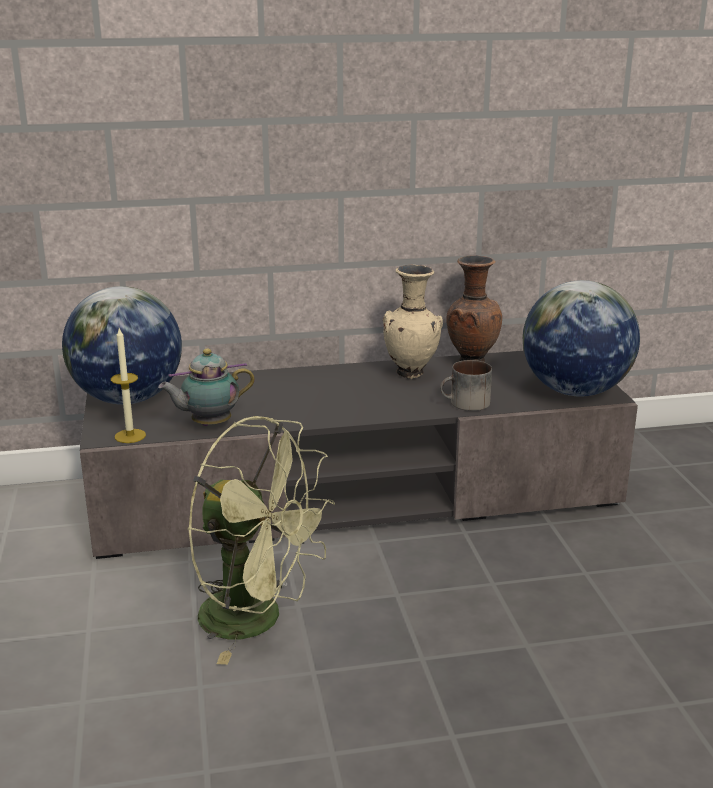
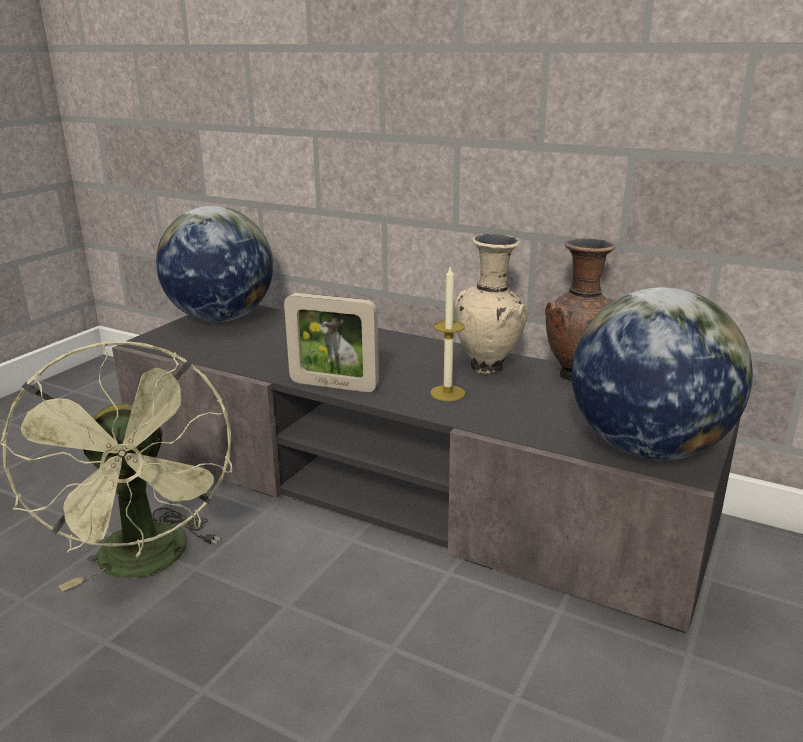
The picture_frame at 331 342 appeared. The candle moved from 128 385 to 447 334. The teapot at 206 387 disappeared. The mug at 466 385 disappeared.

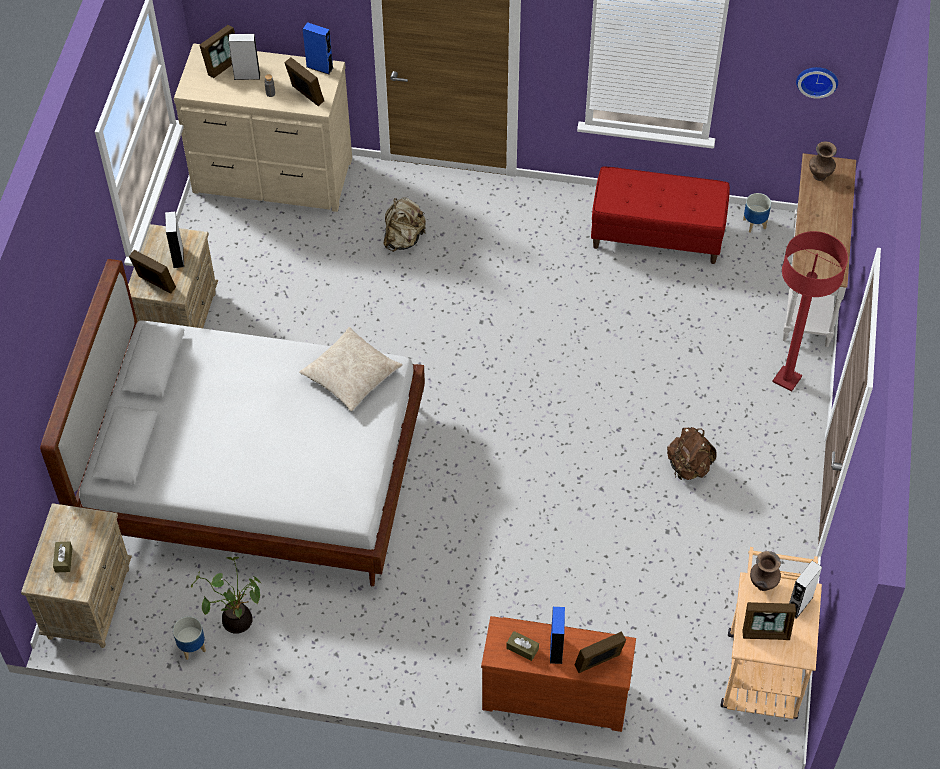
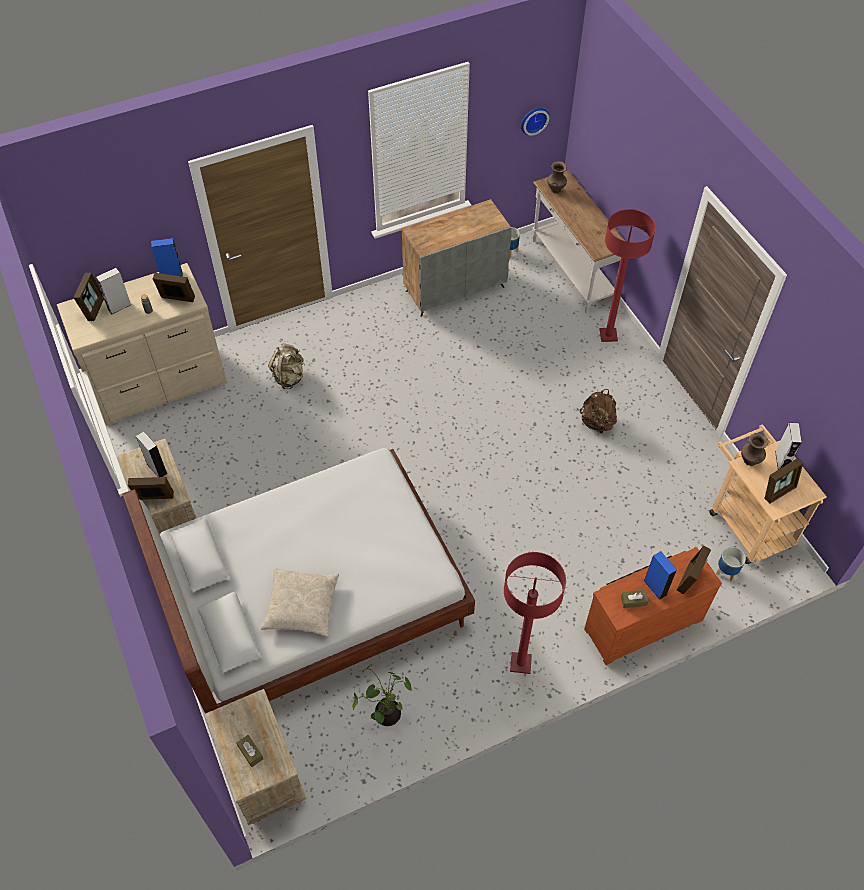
The beige_pillow moved from 351 369 to 300 602. The red_bench at 660 215 was replaced by the grey_cabinet at 457 258. The red_floor_lamp at 535 613 appeared. The planter moved from 189 638 to 731 564.

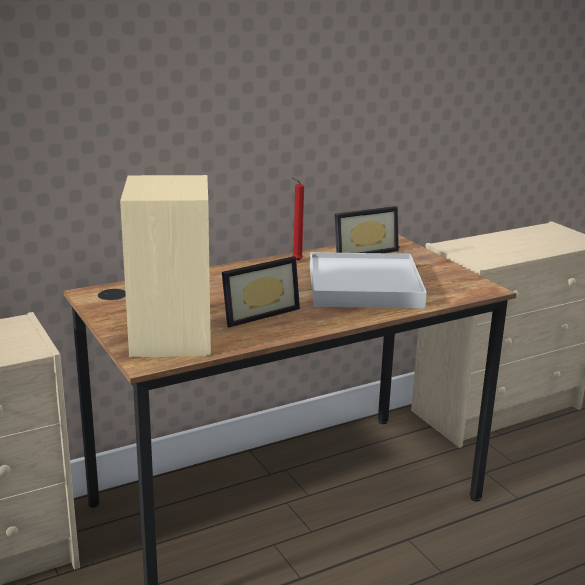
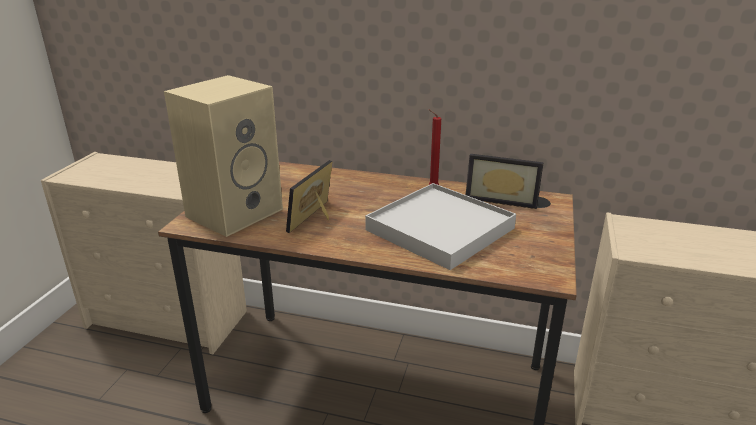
The picture_frame at 261 291 turned 105 degrees clockwise.

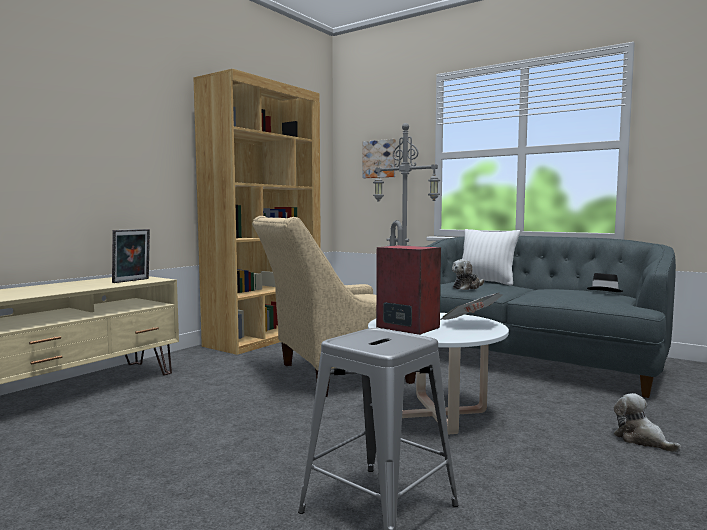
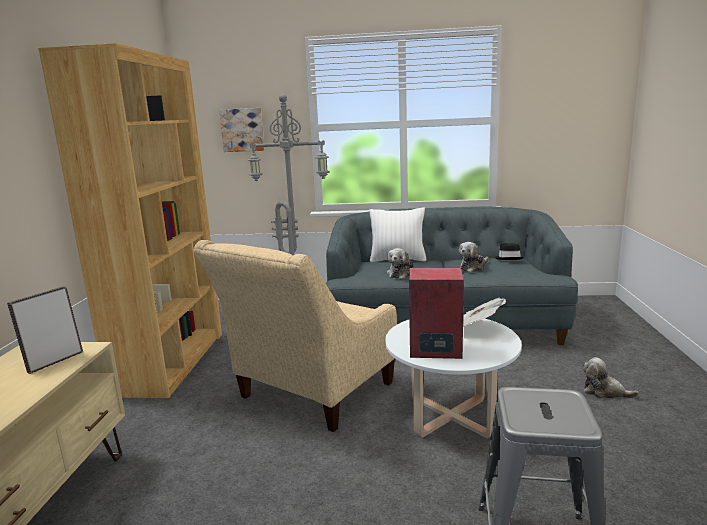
The picture_frame at 131 256 turned 150 degrees counterclockwise. The plush_toy at 474 257 appeared.

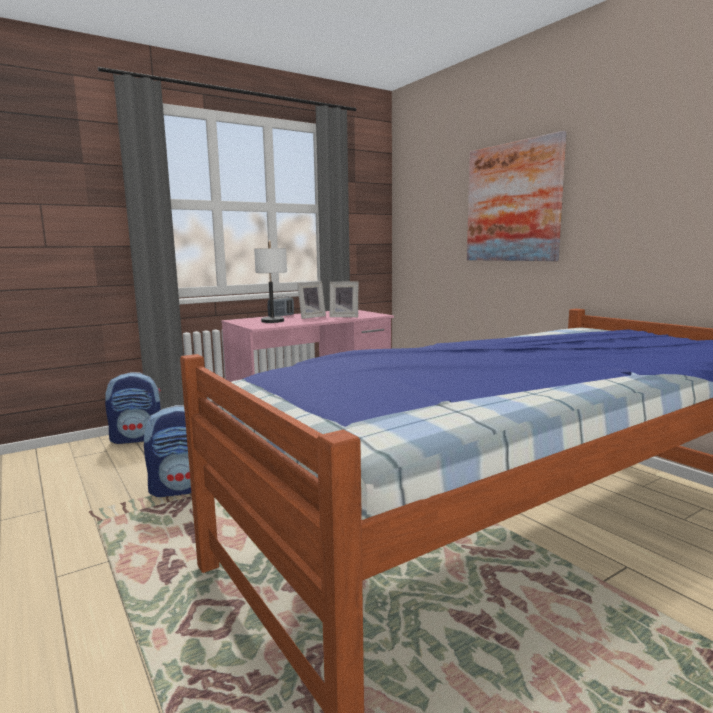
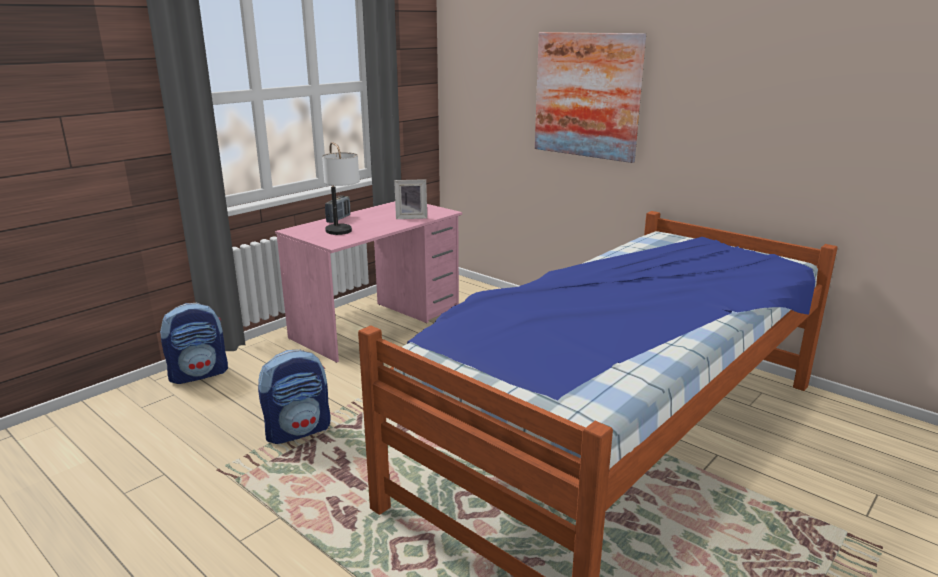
The picture_frame at 311 300 disappeared.

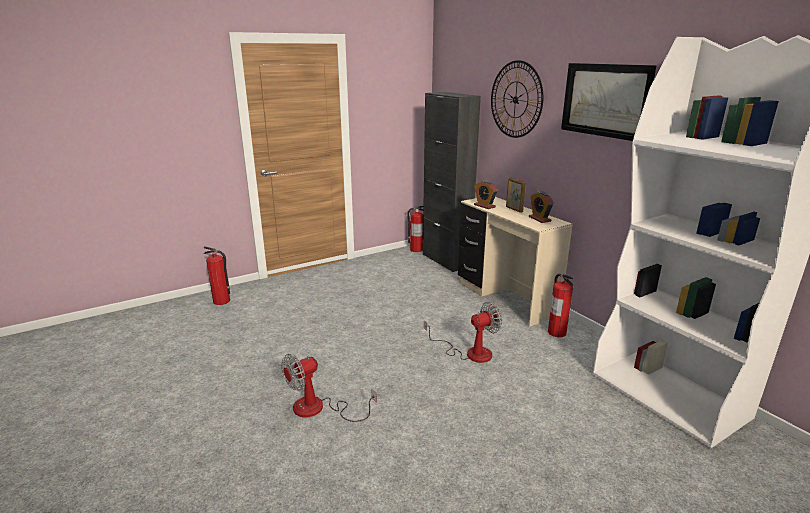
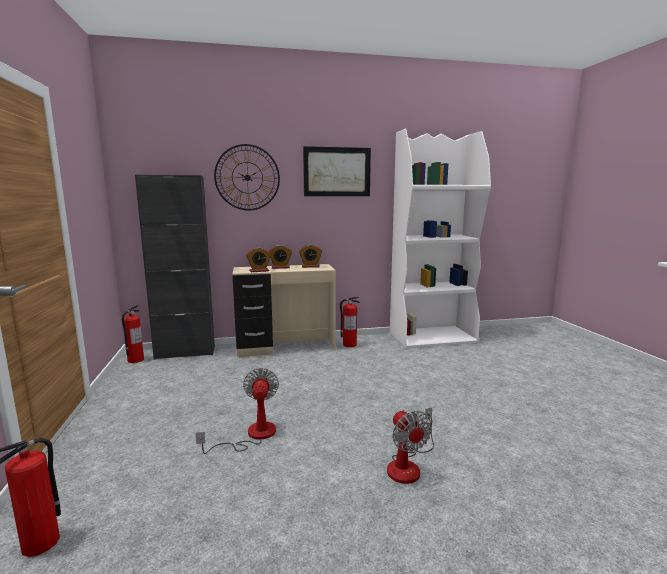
The fan moved from 463 332 to 237 411. The picture_frame at 516 195 was replaced by the alarm_clock at 280 257.

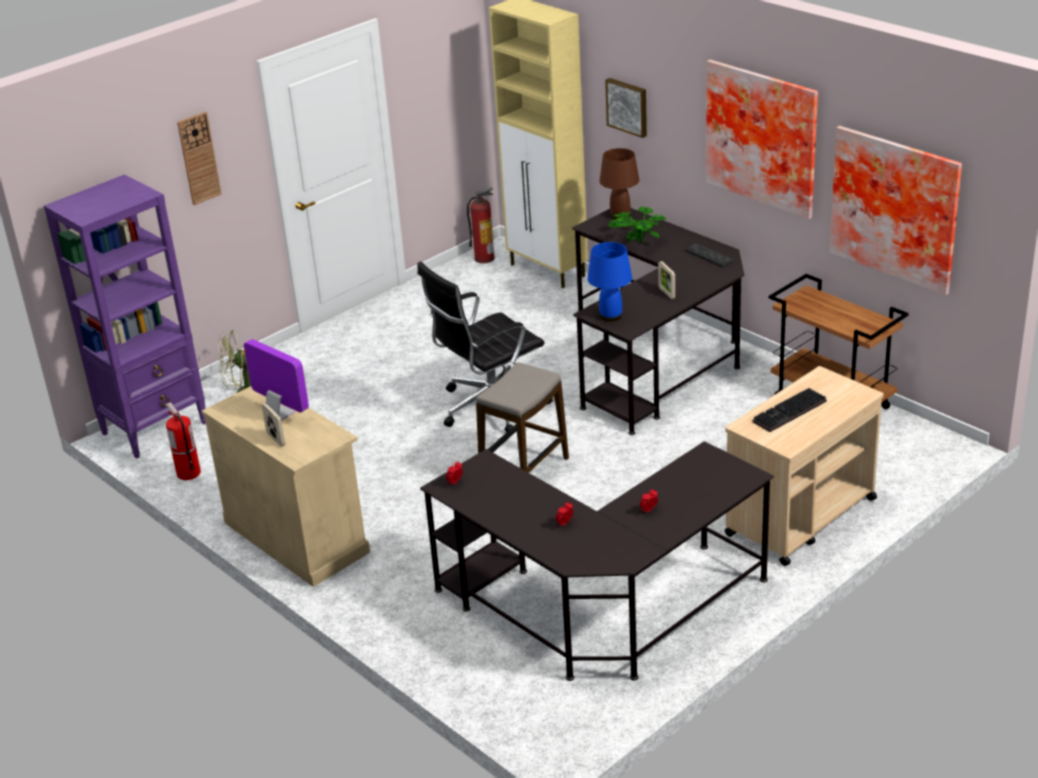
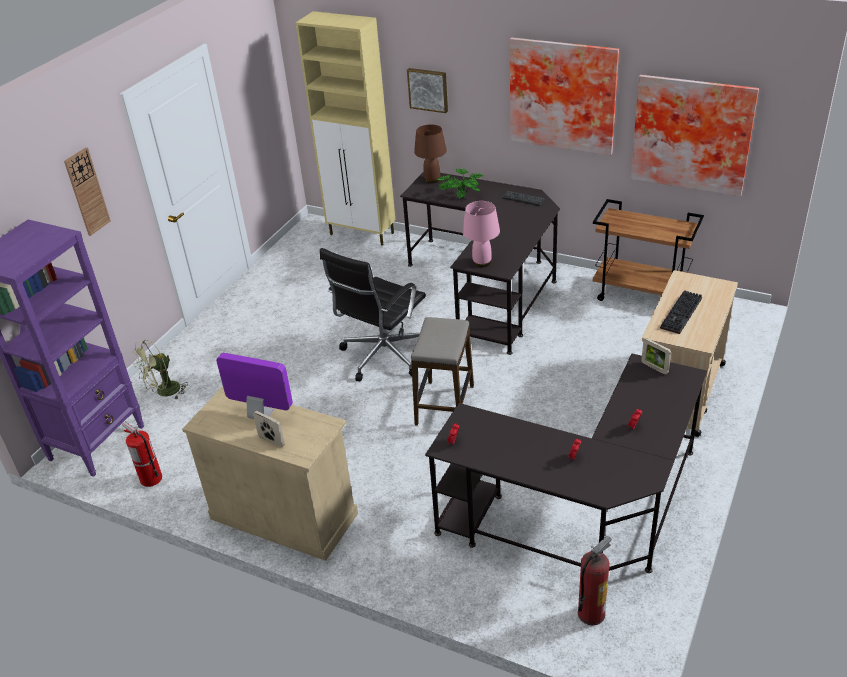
The blue_table_lamp at 609 282 became the pink_table_lamp at 481 234. The fire_extinguisher moved from 481 225 to 595 580. The picture_frame moved from 666 280 to 656 356.

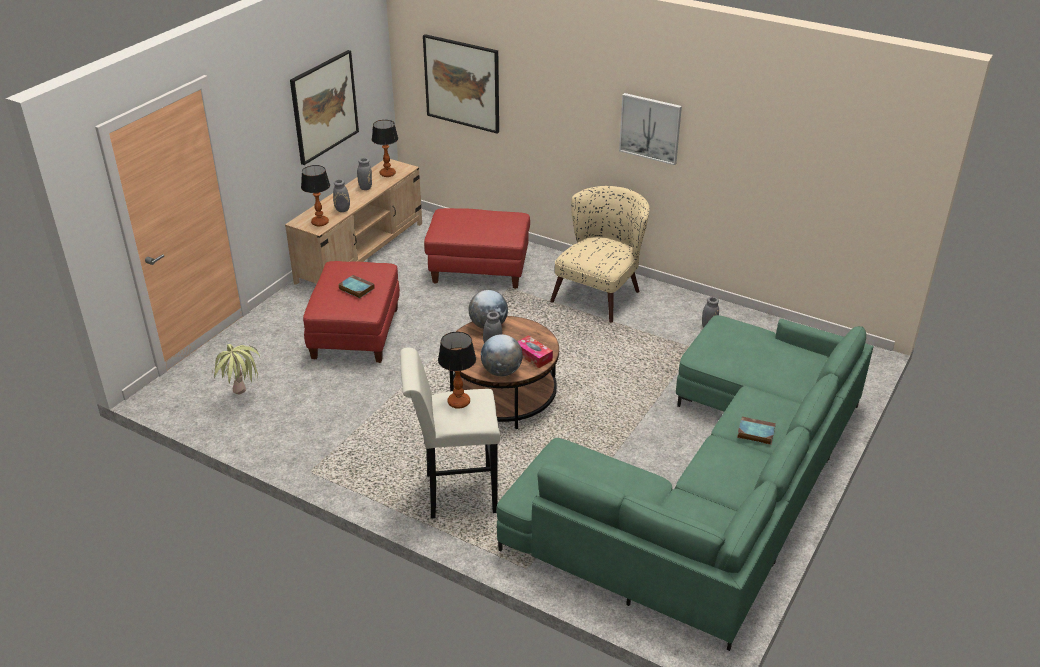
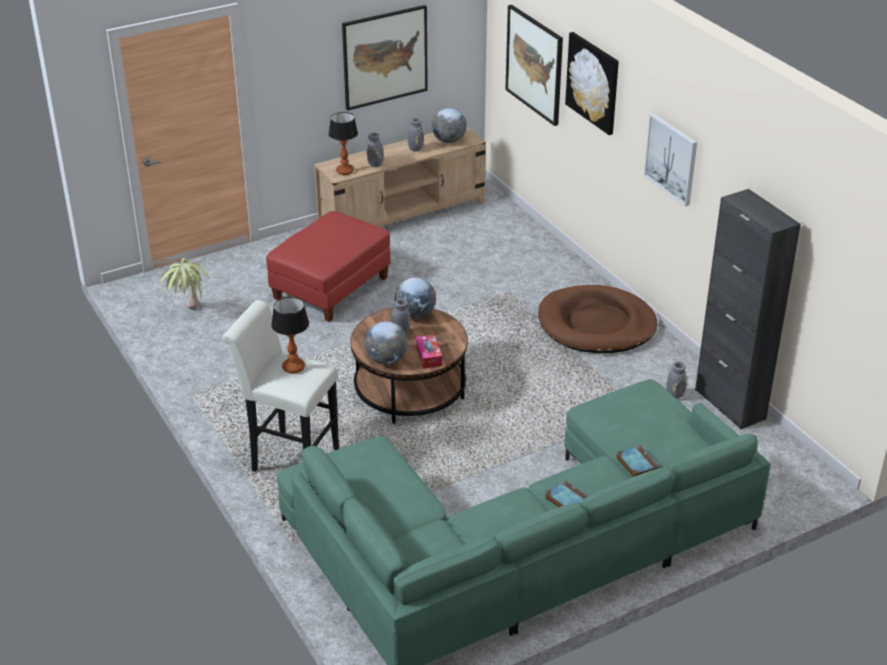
The table_lamp at 385 148 was replaced by the globe at 449 125. The beige_armchair at 600 254 was replaced by the brown_dog_bed at 597 319. The picture at 592 83 appeared. The book moved from 357 286 to 638 461. The black_cabinet at 748 309 appeared. The red_ottoman at 477 248 disappeared.

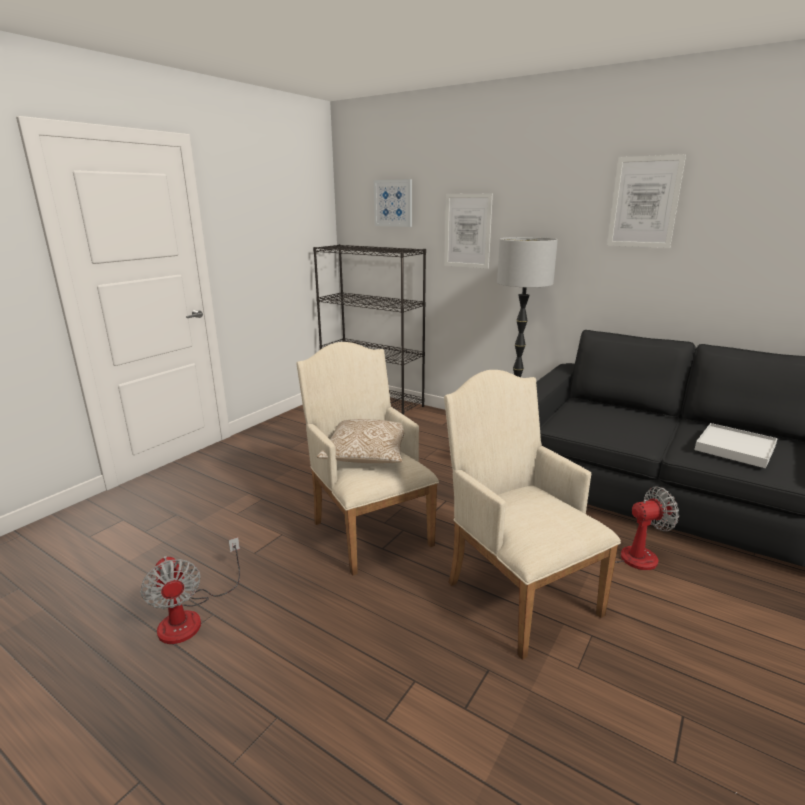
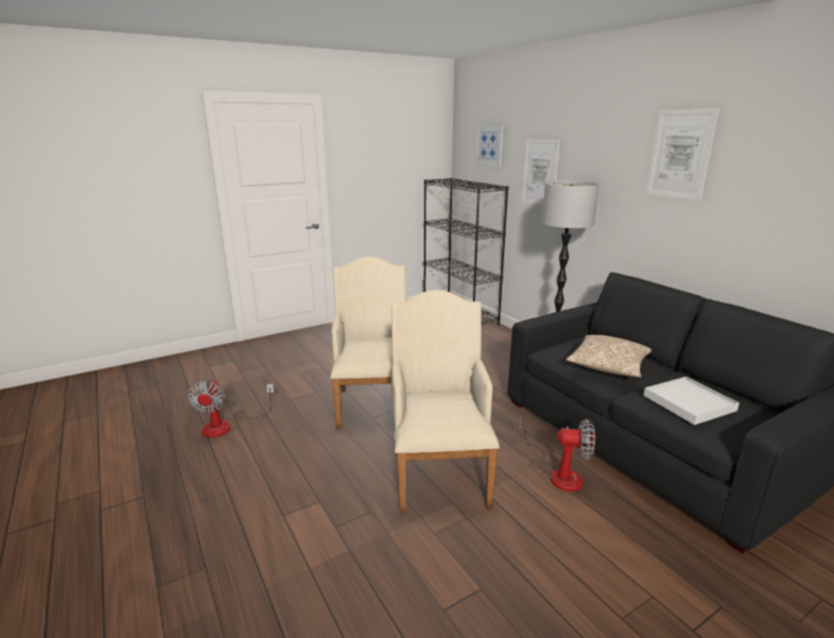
The pillow moved from 360 441 to 609 356.

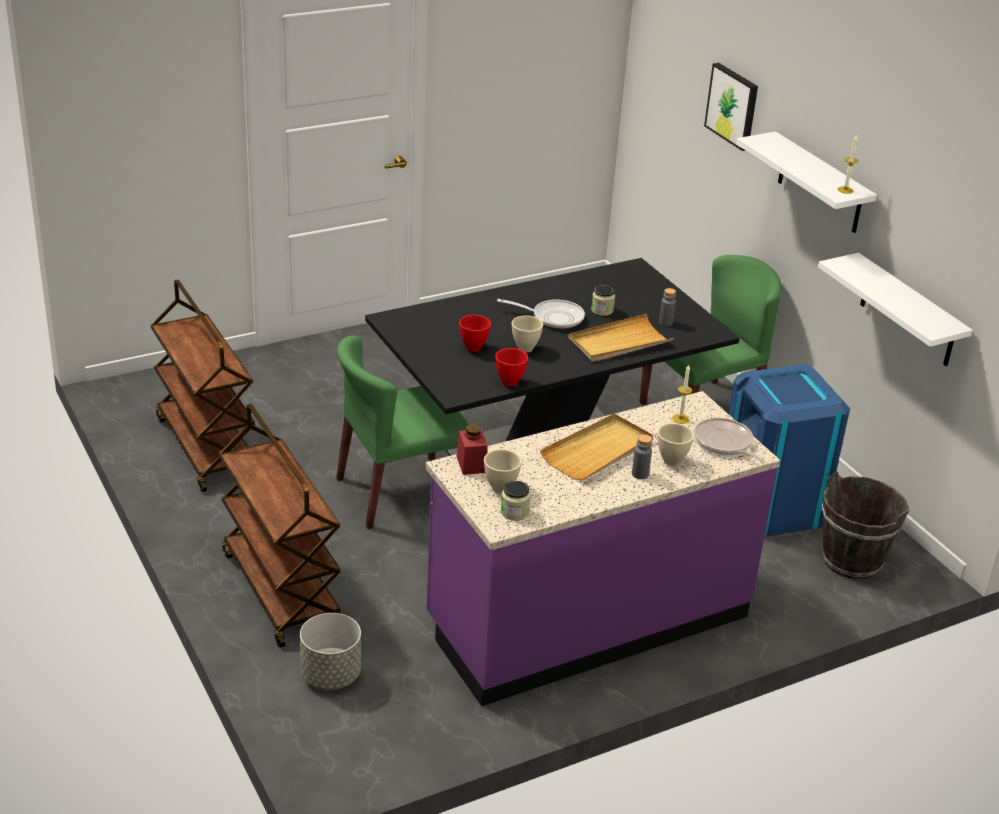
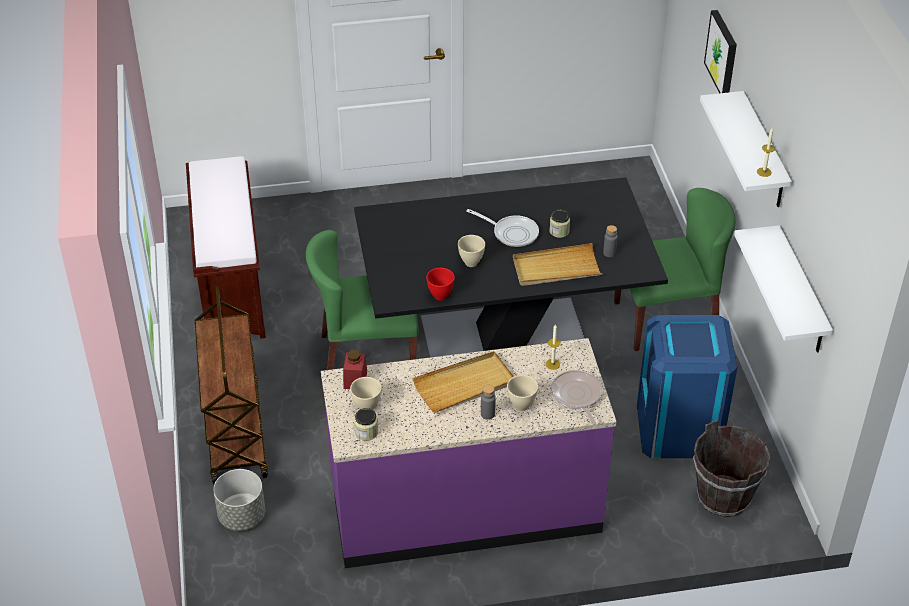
The brown_cart at 202 386 was replaced by the brown_bench at 226 247. The red_bowl at 475 333 disappeared.

